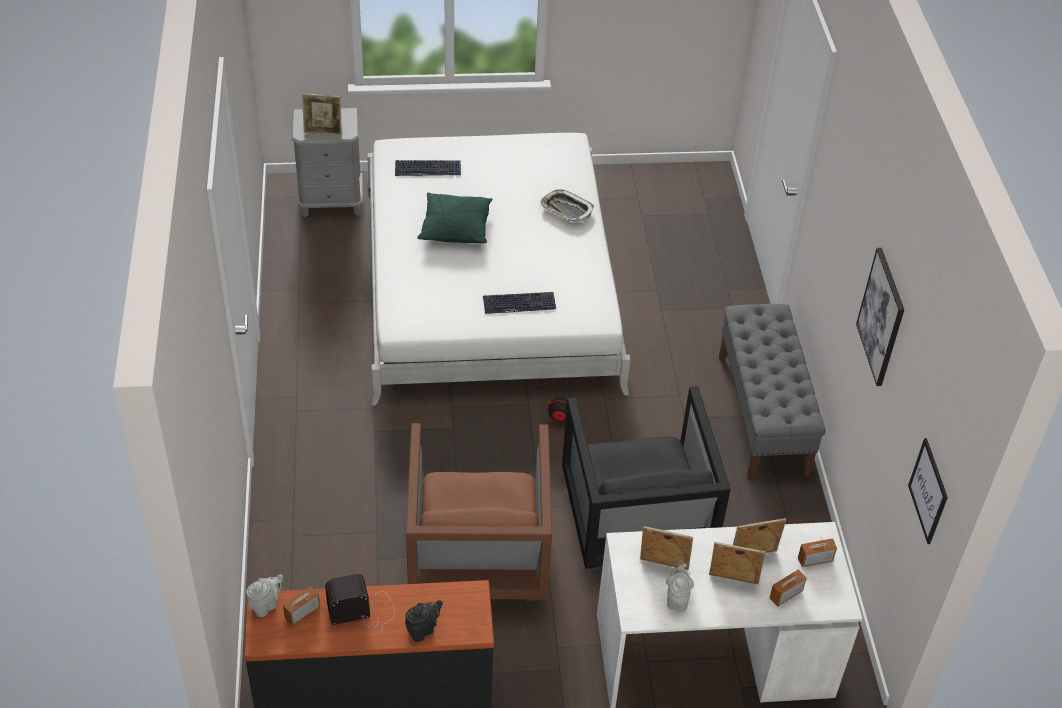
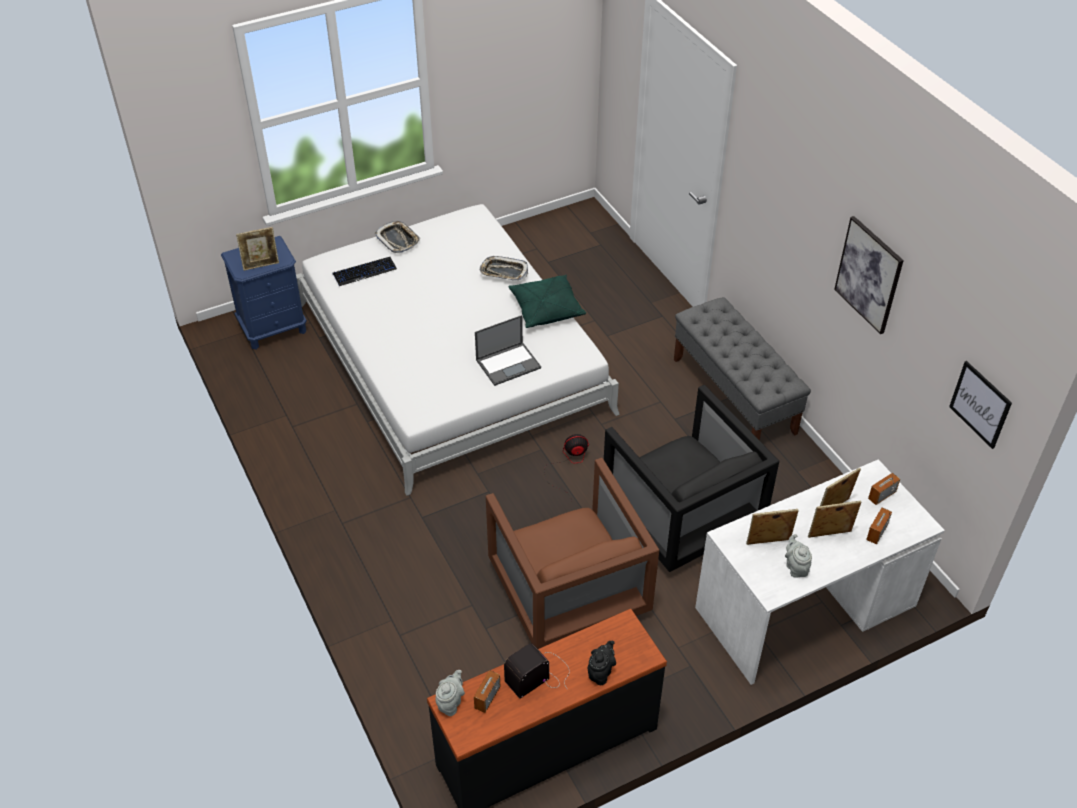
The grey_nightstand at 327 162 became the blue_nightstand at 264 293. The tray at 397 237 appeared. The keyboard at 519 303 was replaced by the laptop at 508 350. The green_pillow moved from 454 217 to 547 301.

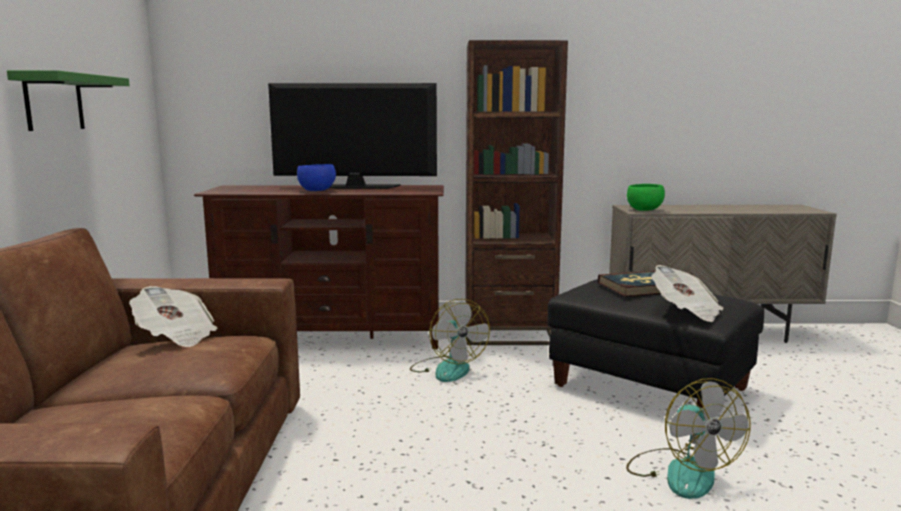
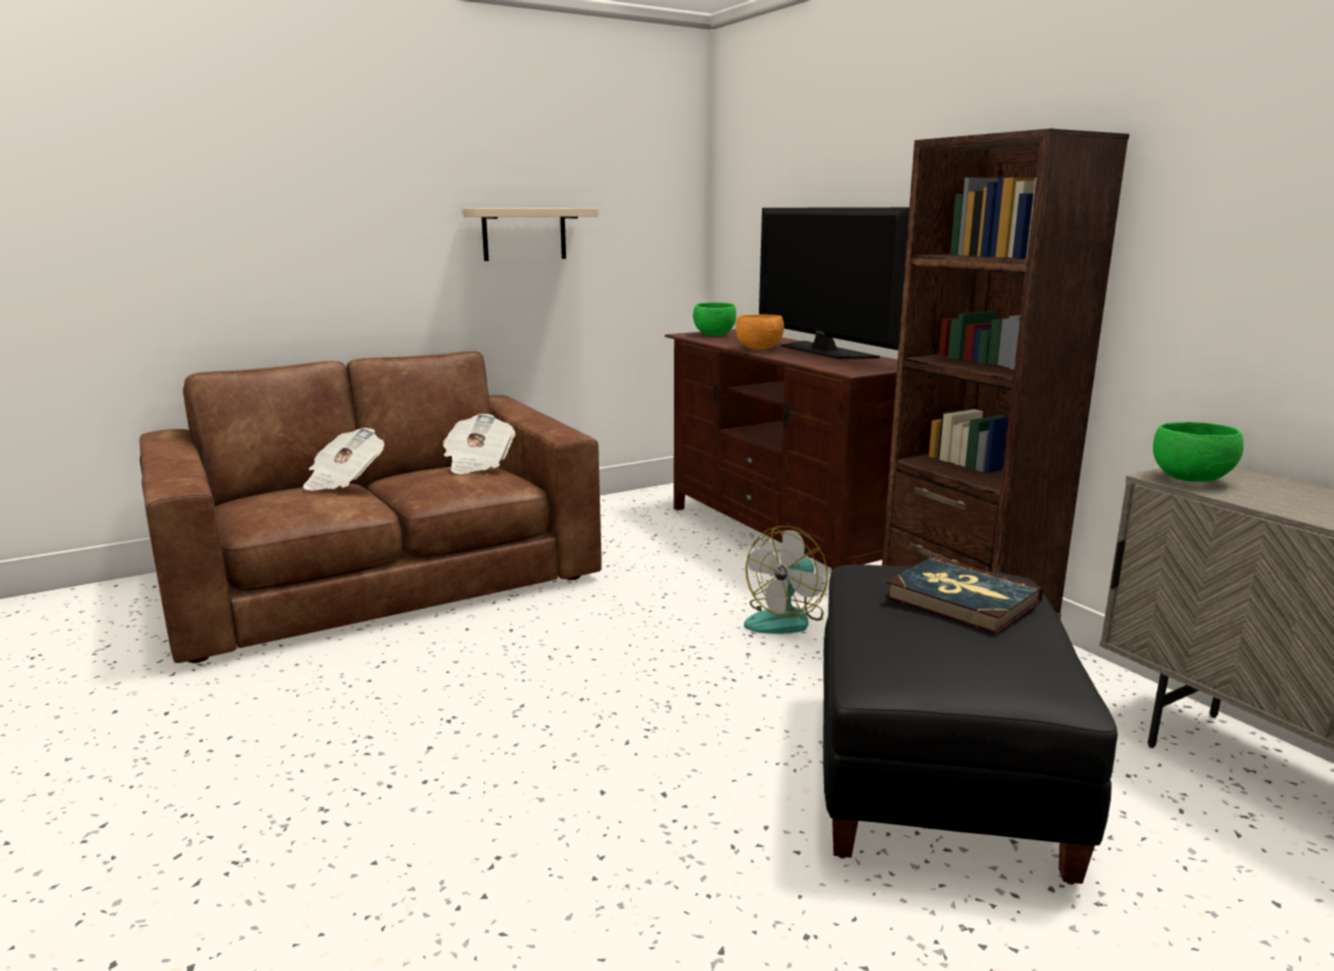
The newspaper moved from 687 293 to 343 459. The green_shelf at 68 100 became the beige_shelf at 530 234. The green_bowl at 714 319 appeared. The blue_bowl at 316 177 became the orange_bowl at 760 331. The fan at 688 438 disappeared.

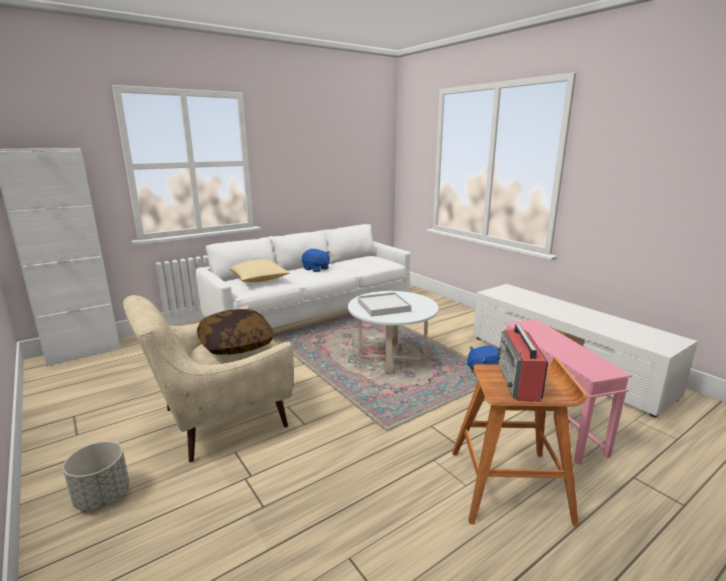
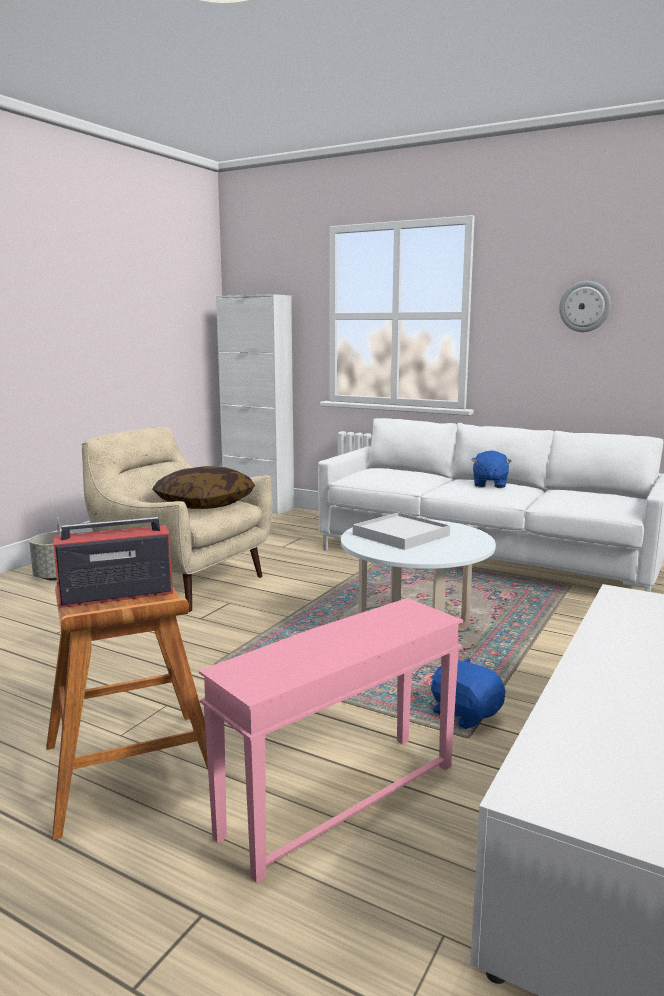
The wall_clock at 585 306 appeared. The pillow at 259 270 disappeared.

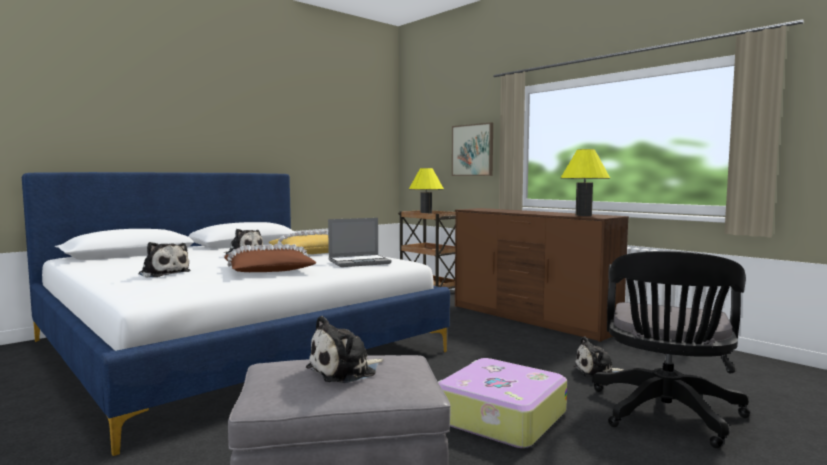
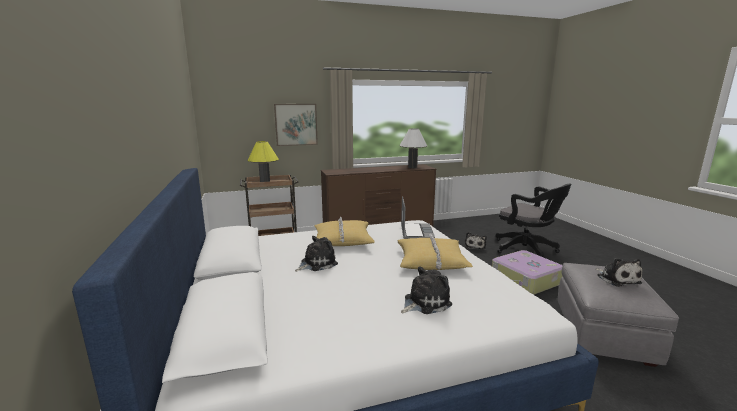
The brown_pillow at 270 258 became the yellow_pillow at 435 252. The yellow_table_lamp at 585 182 became the white_table_lamp at 413 148.

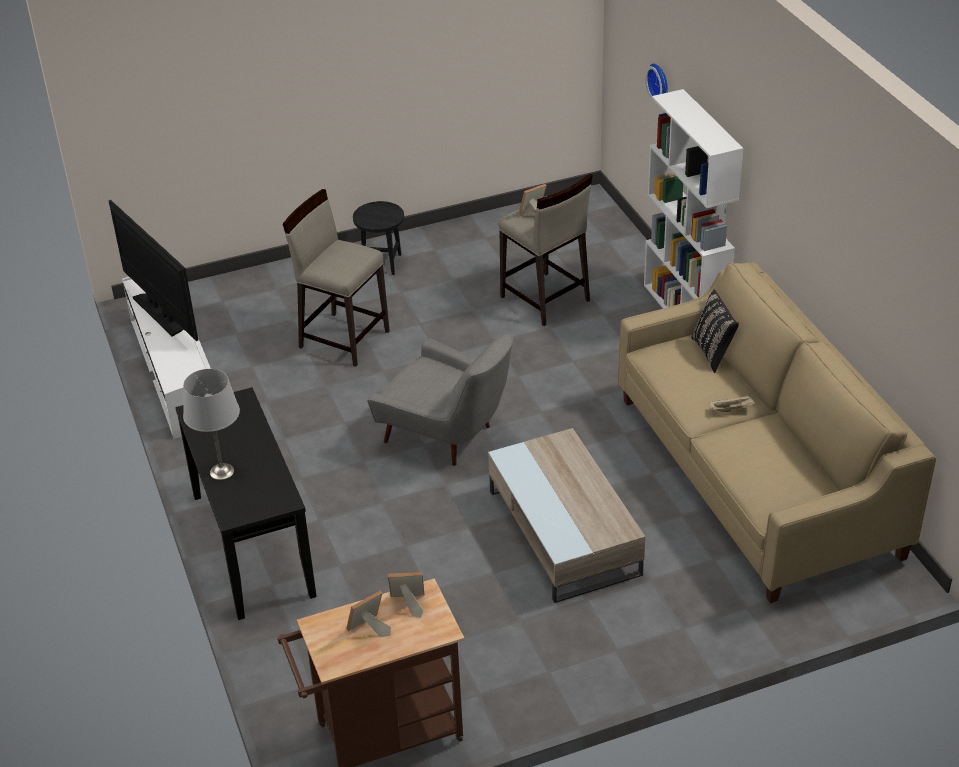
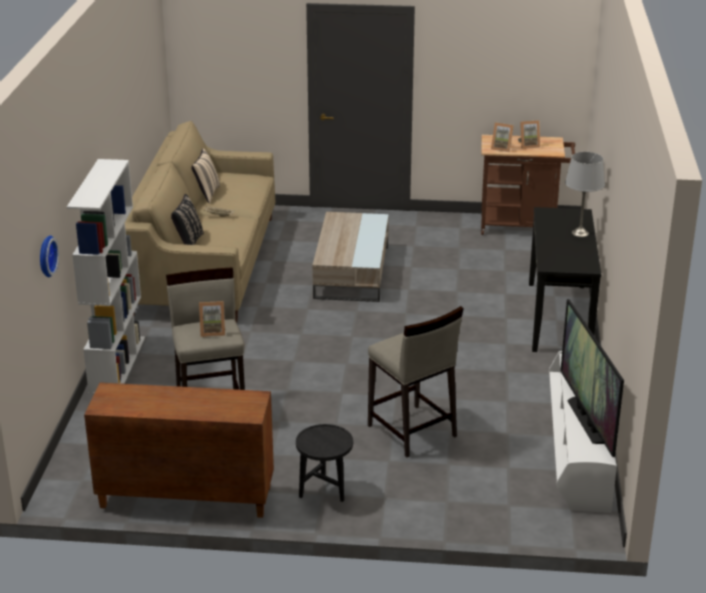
The brown_cabinet at 179 450 appeared. The beige_pillow at 206 176 appeared. The grey_armchair at 440 400 disappeared.

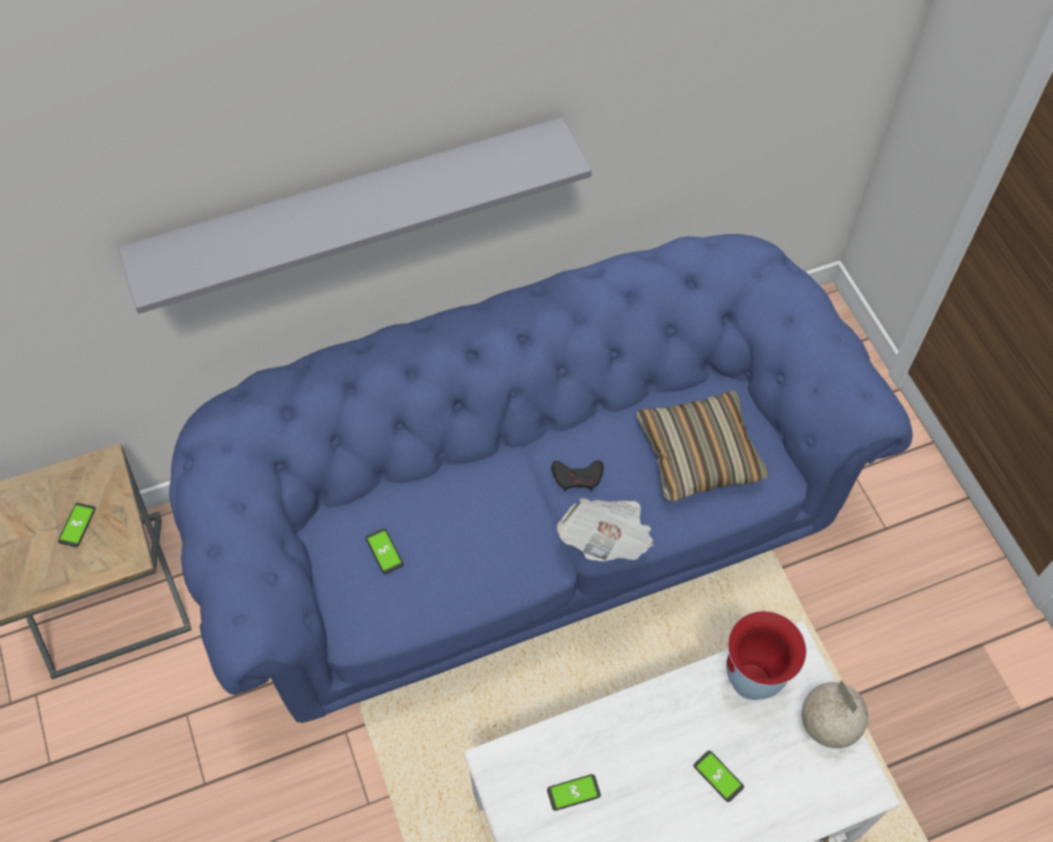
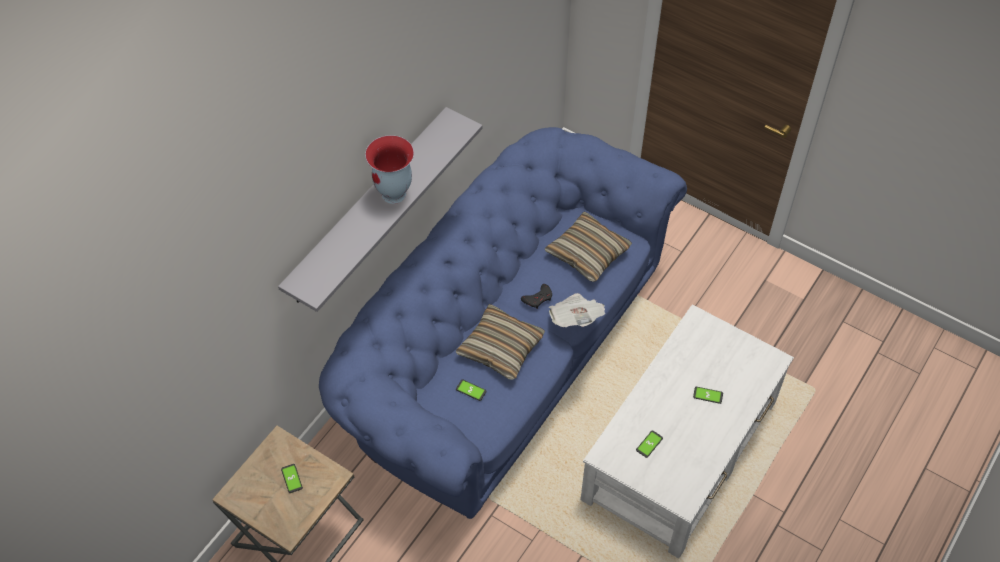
The vase moved from 766 655 to 389 169. The pillow at 500 342 appeared. The globe at 835 714 disappeared.

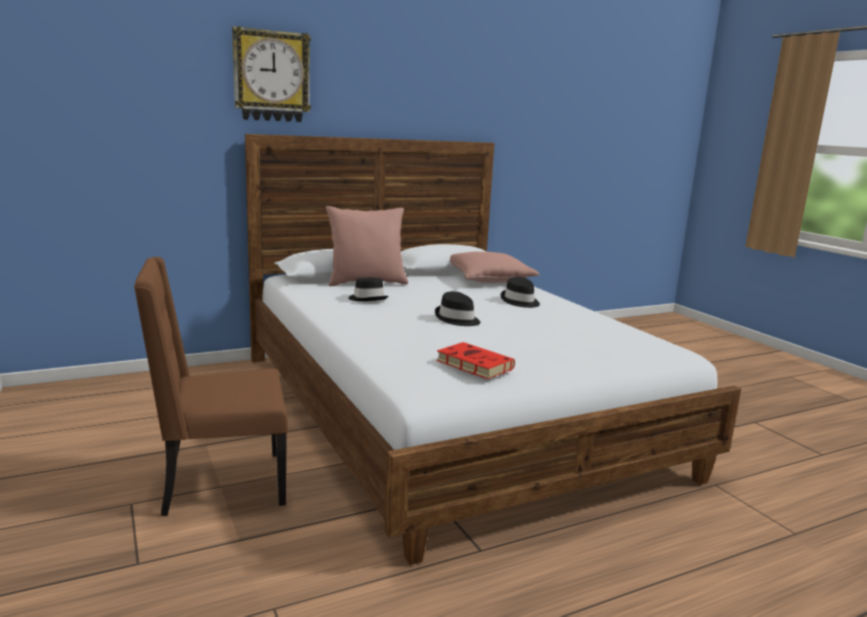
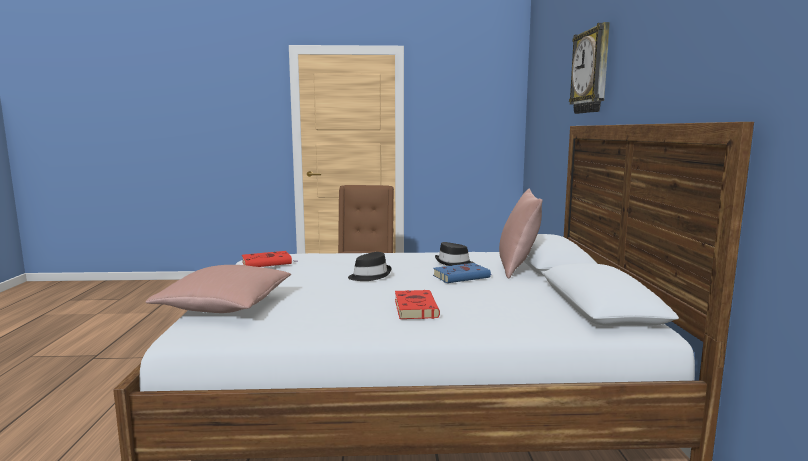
The pink_pillow moved from 494 267 to 219 289. The black_hat at 520 292 was replaced by the red_book at 417 304. The blue_book at 462 273 appeared.

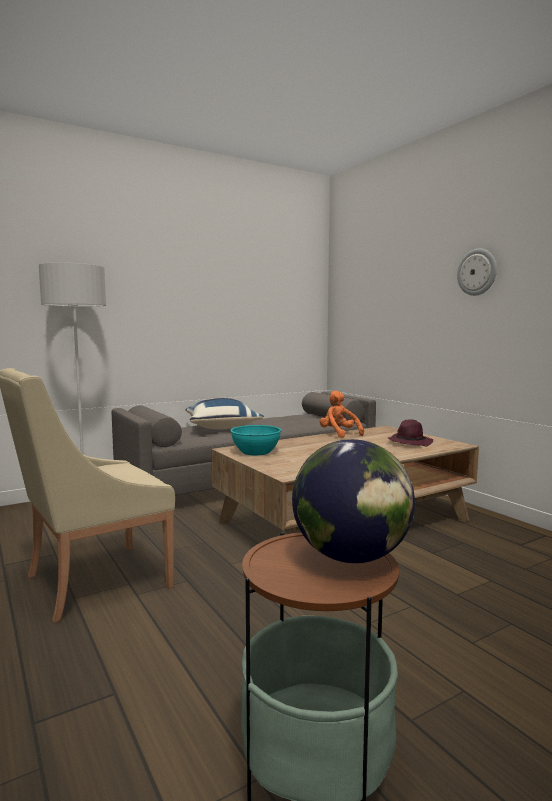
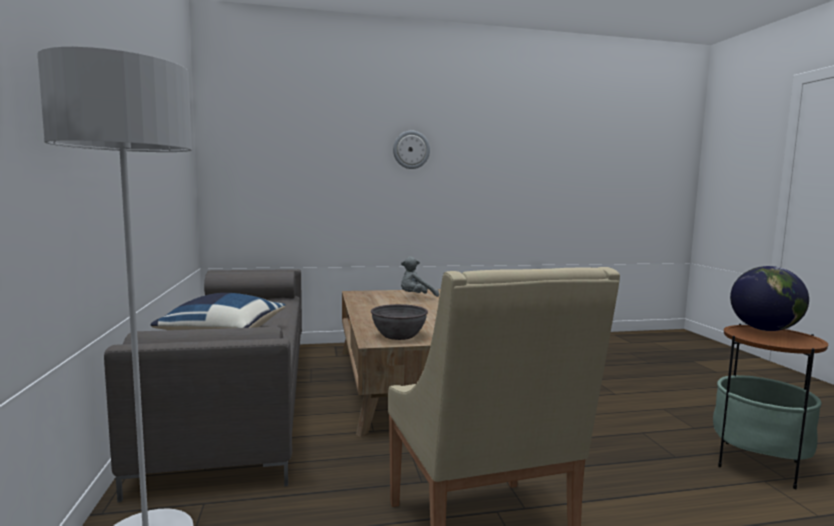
The turquoise_bowl at 256 440 became the grey_bowl at 399 322. The purple_hat at 410 433 was replaced by the grey_plush_toy at 420 277. The orange_plush_toy at 342 414 disappeared.

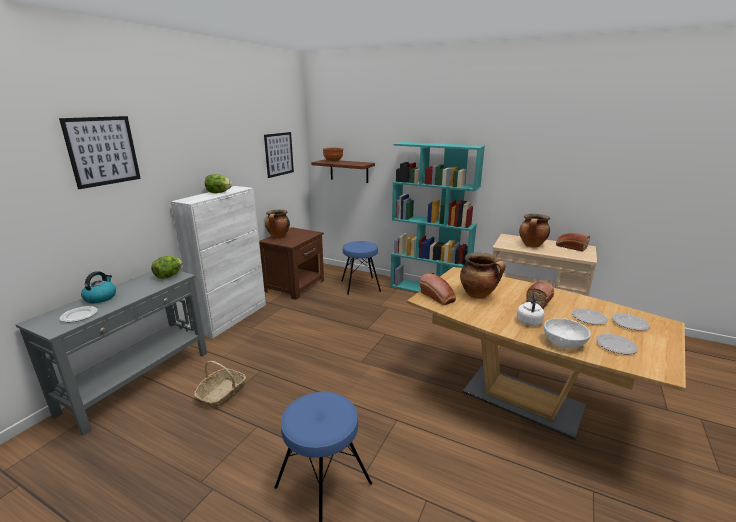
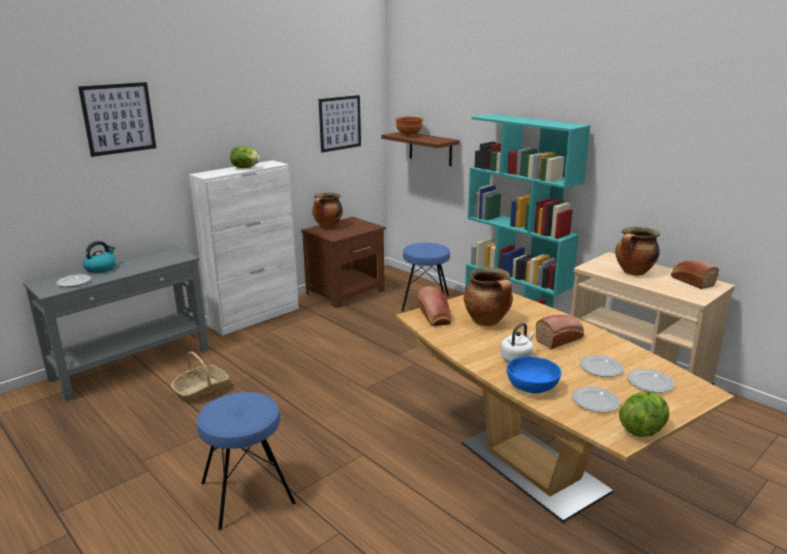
The white_bowl at 567 333 became the blue_bowl at 534 375. The lettuce moved from 166 267 to 644 414.

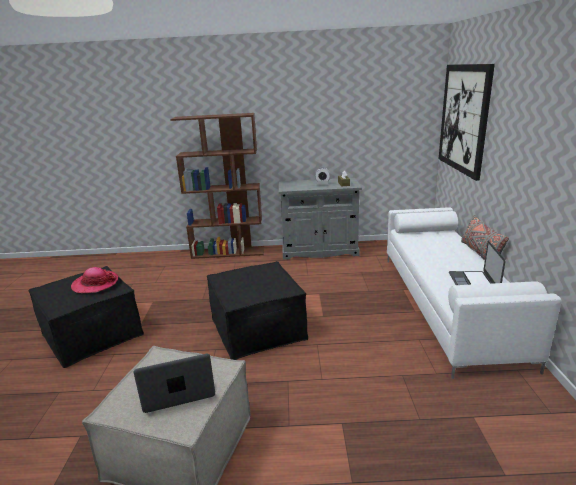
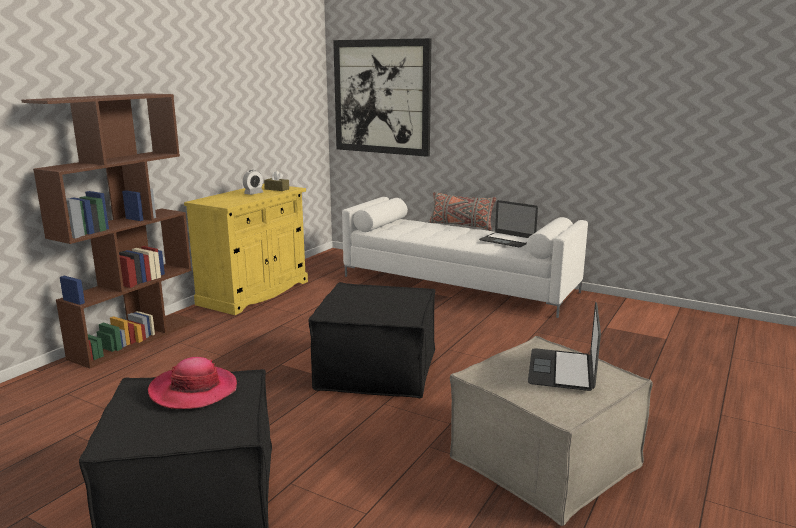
The grey_cabinet at 320 219 became the yellow_cabinet at 246 249.

